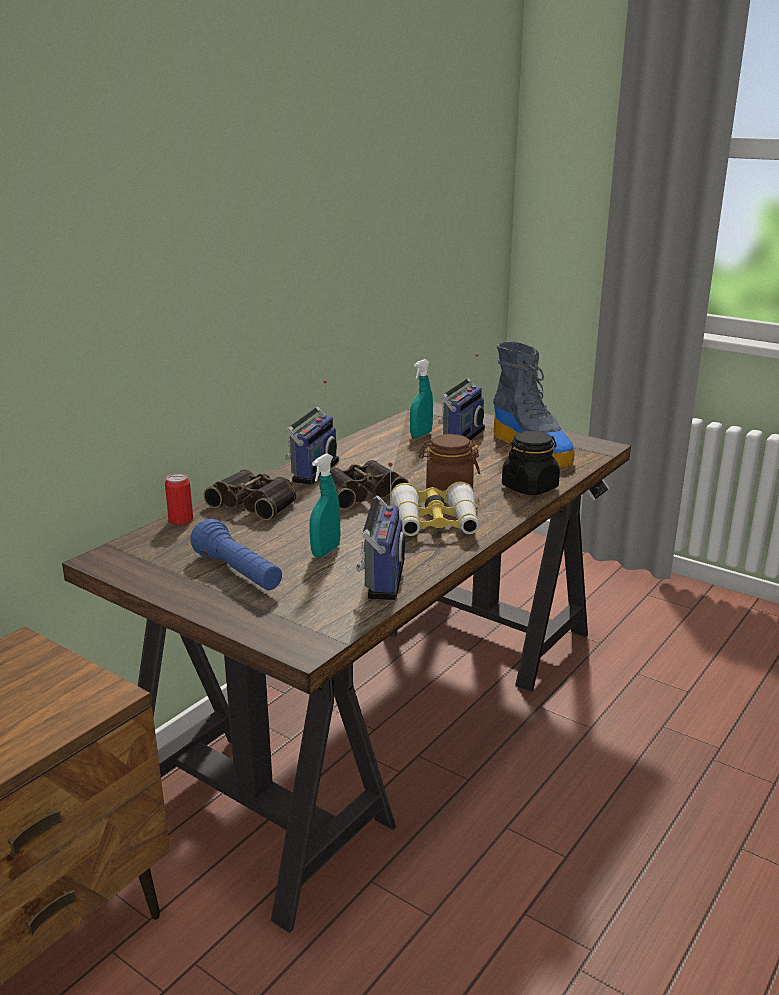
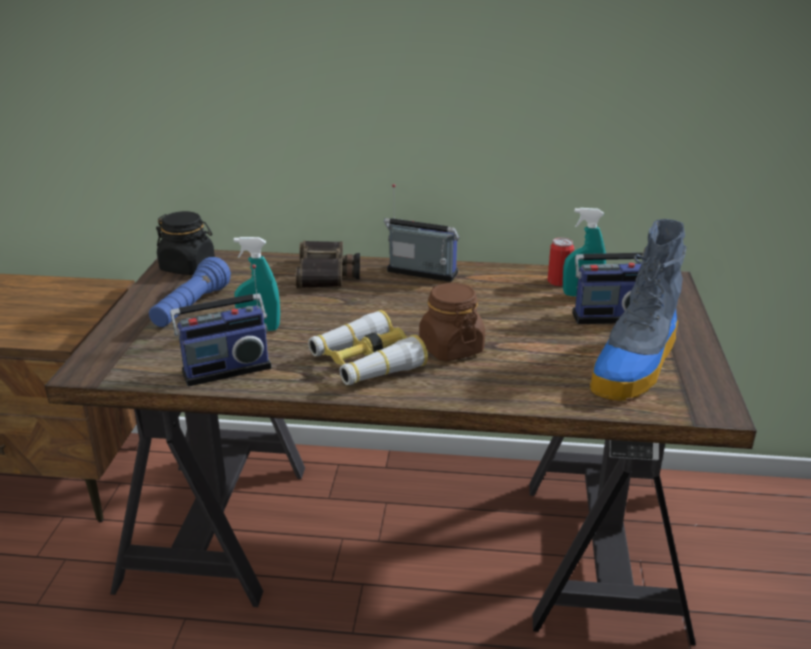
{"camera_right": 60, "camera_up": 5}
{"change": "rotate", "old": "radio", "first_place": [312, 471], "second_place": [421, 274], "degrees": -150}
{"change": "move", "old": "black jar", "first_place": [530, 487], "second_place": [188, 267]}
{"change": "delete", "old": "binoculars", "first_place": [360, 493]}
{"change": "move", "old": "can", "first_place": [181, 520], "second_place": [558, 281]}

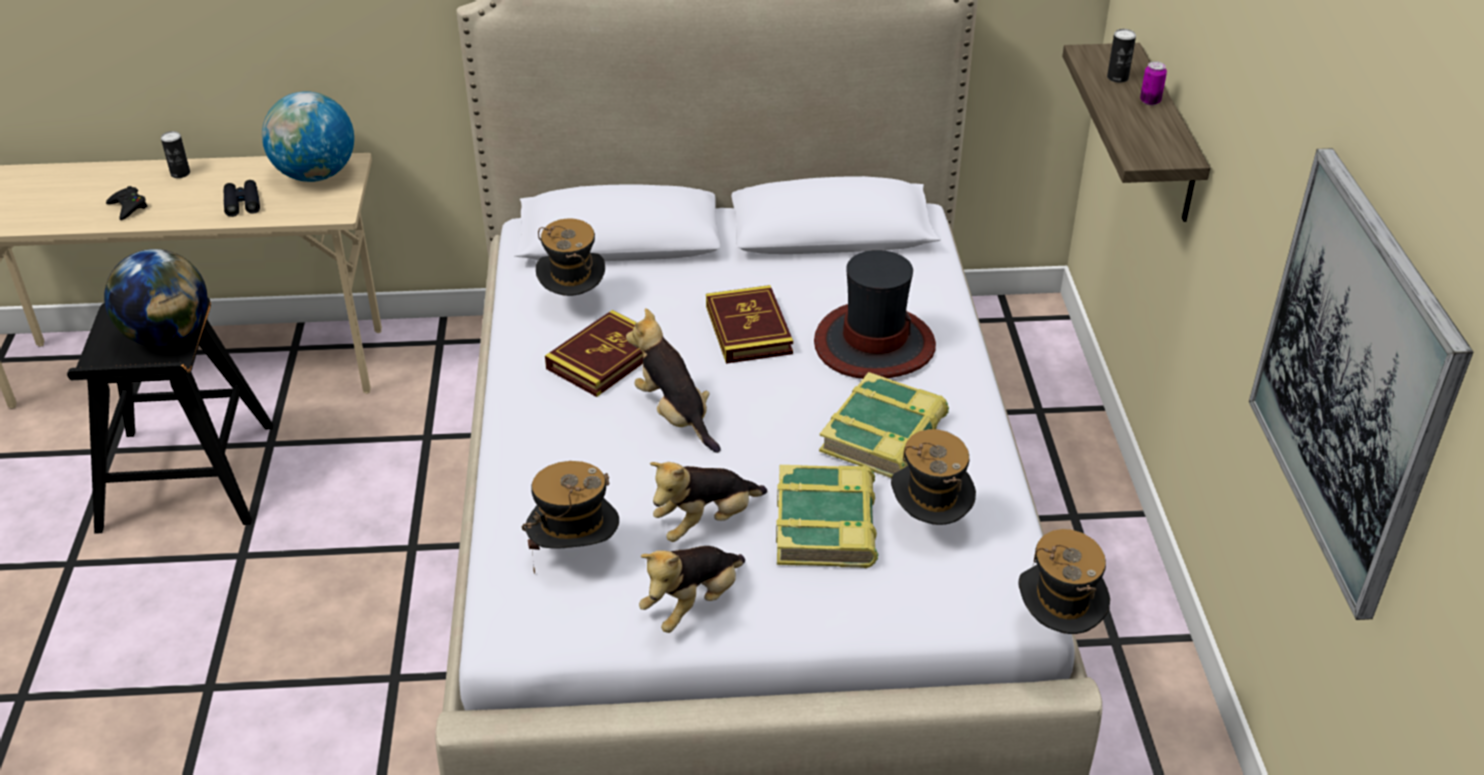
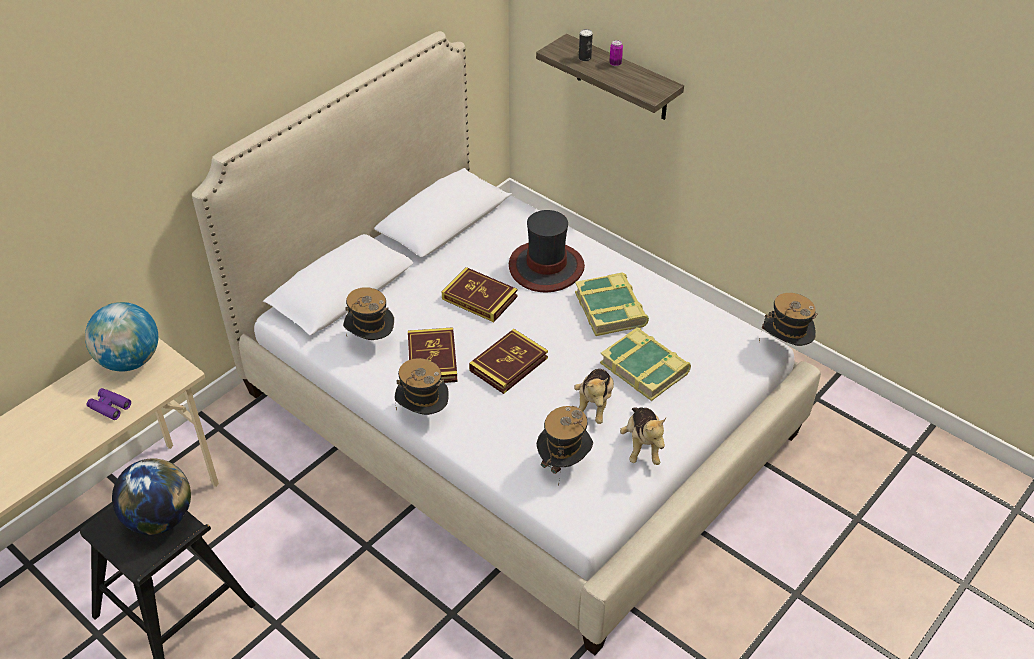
{"camera_right": -45, "camera_up": 5}
{"change": "delete", "old": "can", "first_place": [180, 173]}
{"change": "delete", "old": "picture", "first_place": [1352, 380]}
{"change": "recolor", "old": "black binoculars", "new": "purple binoculars", "first_place": [242, 203], "second_place": [109, 407]}
{"change": "delete", "old": "black game controller", "first_place": [128, 207]}
{"change": "replace", "old": "plush toy", "new": "book", "first_place": [675, 415], "second_place": [508, 364]}
{"change": "move", "old": "hat", "first_place": [929, 524], "second_place": [423, 414]}

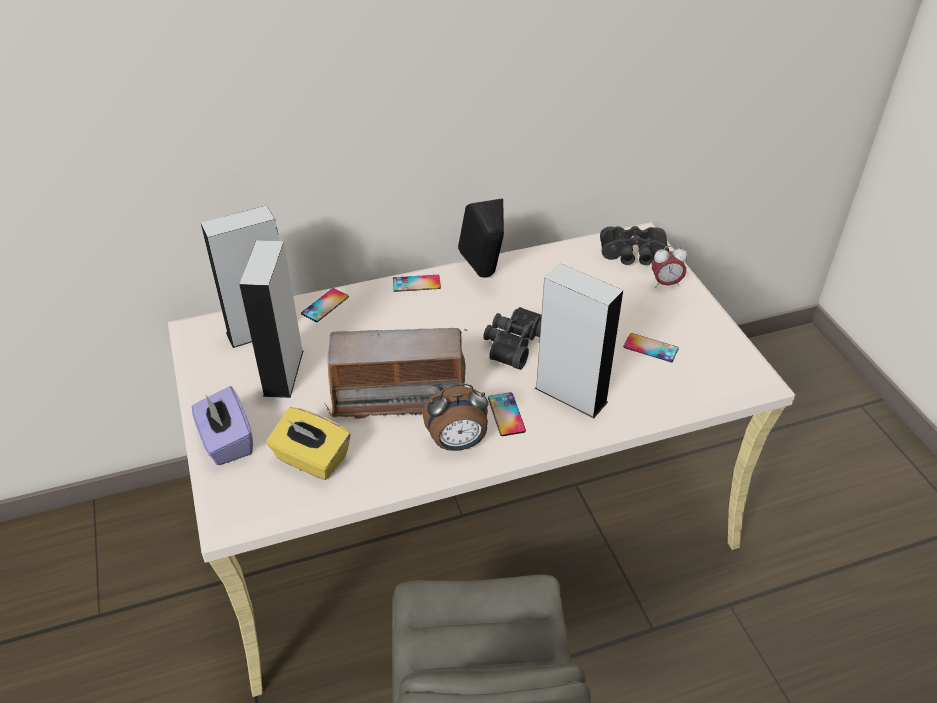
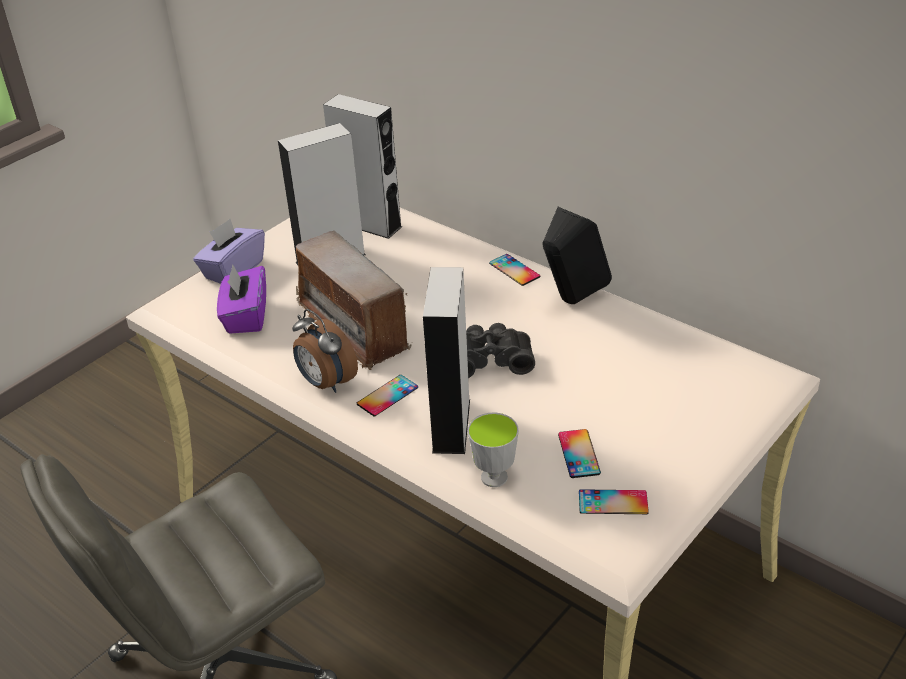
{"camera_right": 60, "camera_up": -5}
{"change": "delete", "old": "black binoculars", "first_place": [633, 256]}
{"change": "delete", "old": "alarm clock", "first_place": [665, 284]}
{"change": "move", "old": "phone", "first_place": [325, 305], "second_place": [613, 502]}
{"change": "recolor", "old": "yellow tissue box", "new": "purple tissue box", "first_place": [311, 459], "second_place": [246, 316]}
{"change": "insert", "new": "cup", "second_place": [494, 477]}

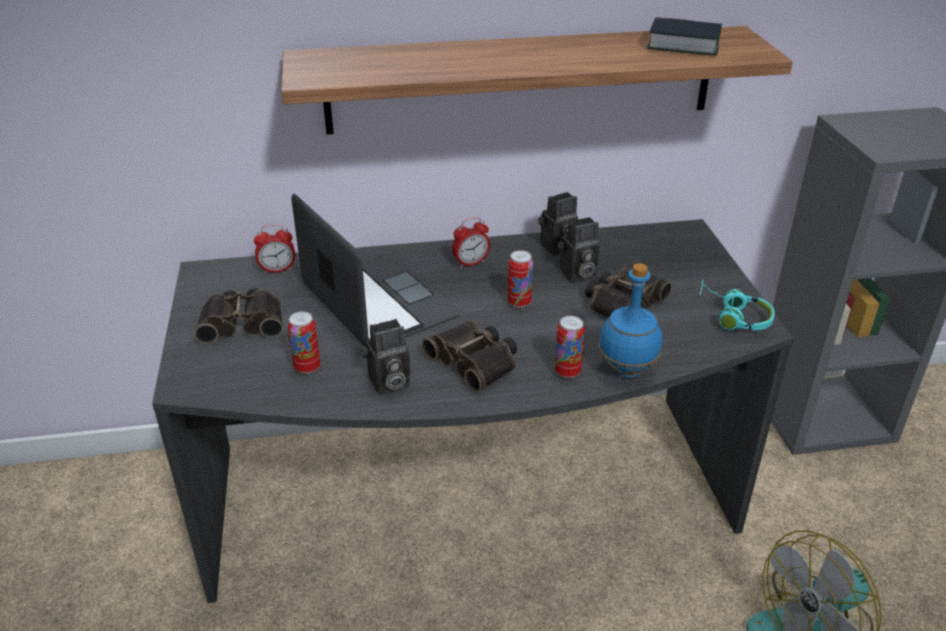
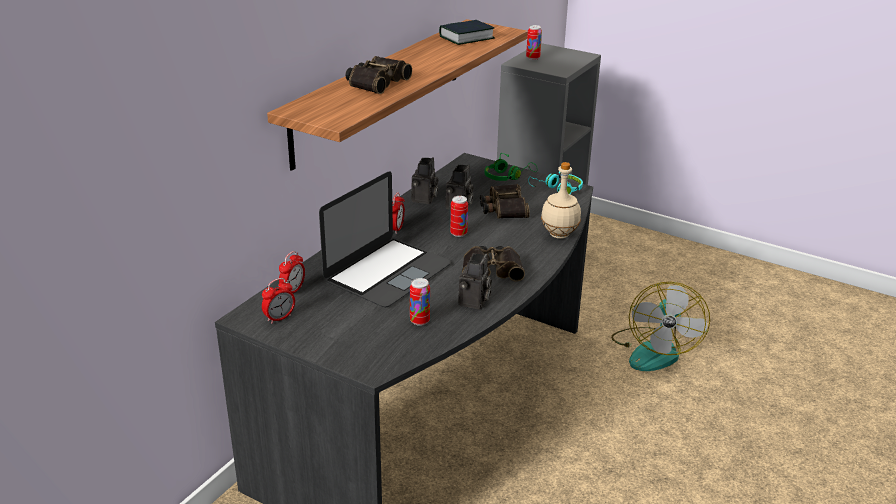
{"camera_right": -50, "camera_up": -5}
{"change": "rotate", "old": "laptop", "first_place": [378, 301], "second_place": [387, 272], "degrees": 120}
{"change": "recolor", "old": "blue bottle", "new": "beige bottle", "first_place": [626, 369], "second_place": [558, 235]}
{"change": "move", "old": "binoculars", "first_place": [242, 322], "second_place": [376, 82]}
{"change": "move", "old": "can", "first_place": [567, 372], "second_place": [533, 58]}
{"change": "insert", "new": "green headphones", "second_place": [507, 176]}
{"change": "insert", "new": "alarm clock", "second_place": [279, 318]}

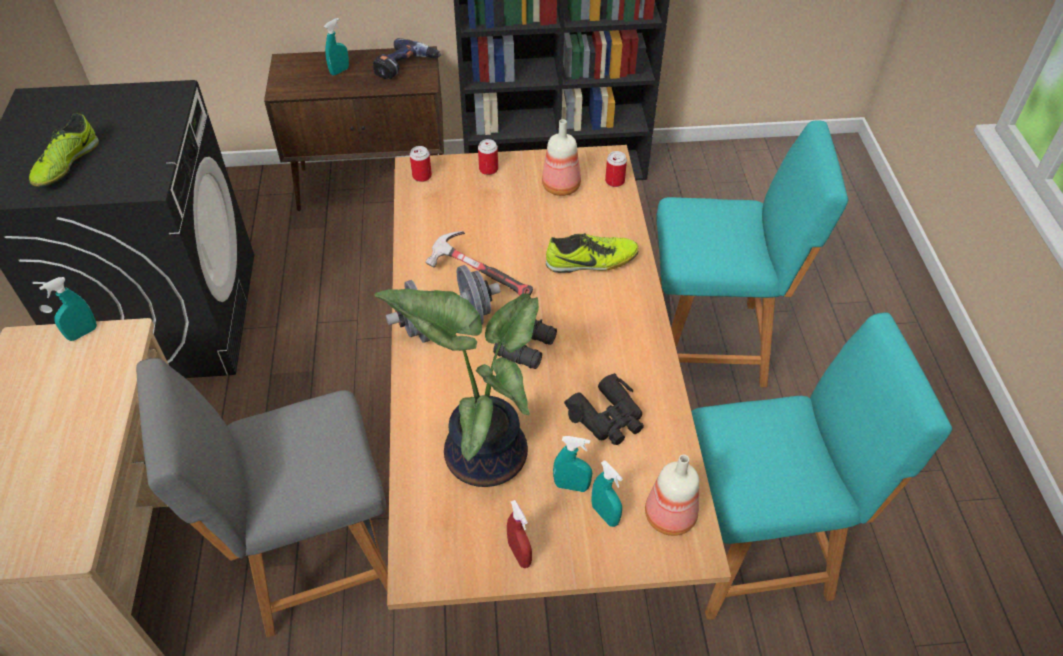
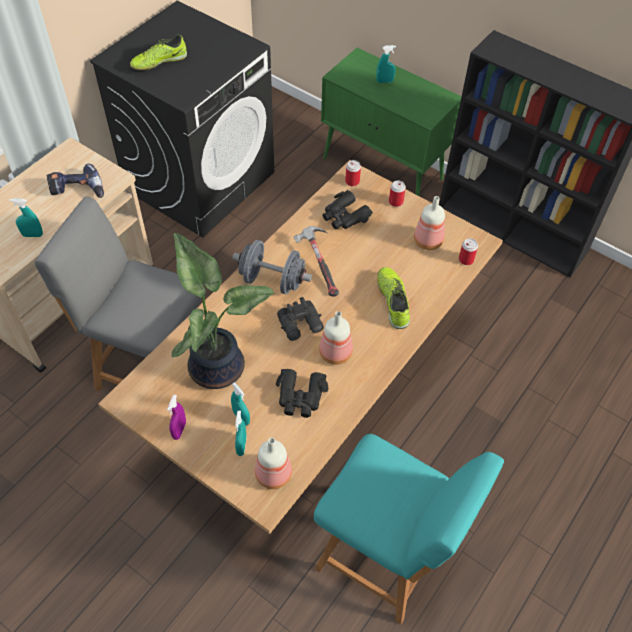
{"camera_right": 40, "camera_up": 5}
{"change": "move", "old": "power drill", "first_place": [406, 68], "second_place": [77, 191]}
{"change": "recolor", "old": "brown cabinet", "new": "green cabinet", "first_place": [374, 185], "second_place": [383, 169]}
{"change": "delete", "old": "turquoise chair", "first_place": [712, 343]}
{"change": "rotate", "old": "shoe", "first_place": [591, 262], "second_place": [393, 301], "degrees": -135}
{"change": "move", "old": "turquoise spray bottle", "first_place": [83, 333], "second_place": [32, 235]}
{"change": "recolor", "old": "red spray bottle", "new": "purple spray bottle", "first_place": [519, 554], "second_place": [179, 430]}
{"change": "insert", "new": "black binoculars", "second_place": [344, 216]}
{"change": "insert", "new": "bottle", "second_place": [335, 352]}

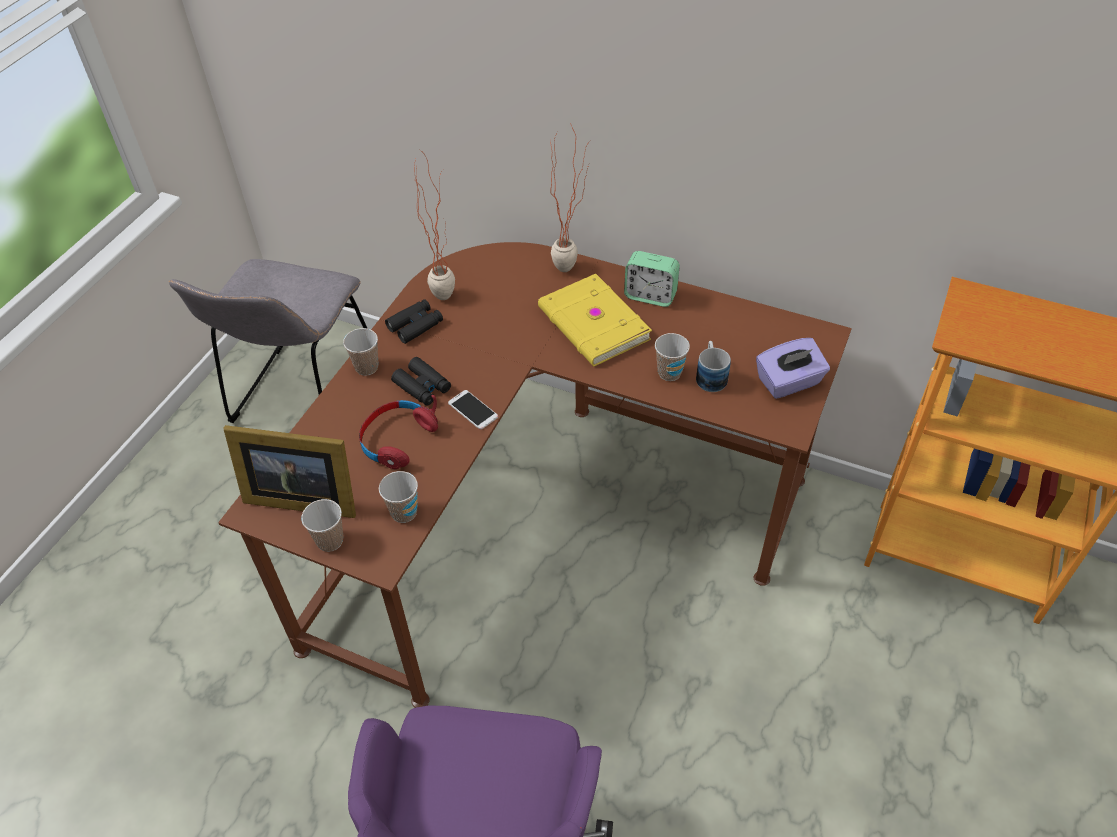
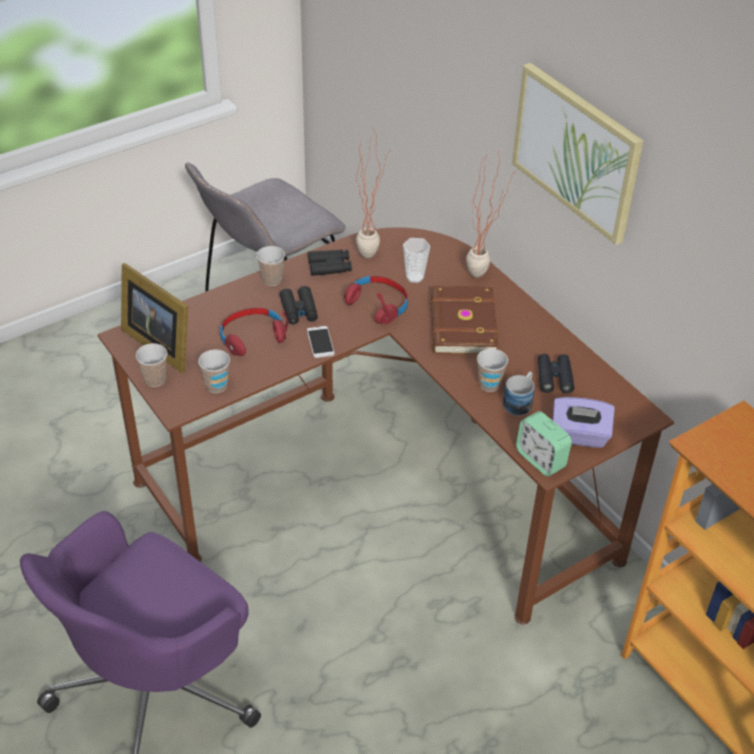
{"camera_right": 30, "camera_up": -5}
{"change": "move", "old": "alarm clock", "first_place": [650, 296], "second_place": [540, 459]}
{"change": "recolor", "old": "yellow book", "new": "brown book", "first_place": [592, 325], "second_place": [461, 324]}
{"change": "insert", "new": "picture", "second_place": [576, 151]}
{"change": "insert", "new": "cup", "second_place": [414, 277]}
{"change": "insert", "new": "red headphones", "second_place": [378, 305]}
{"change": "insert", "new": "black binoculars", "second_place": [554, 377]}

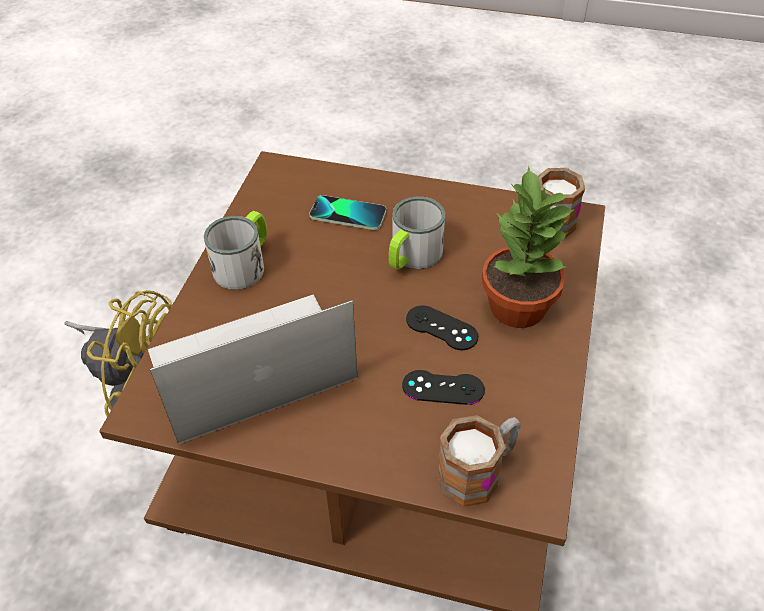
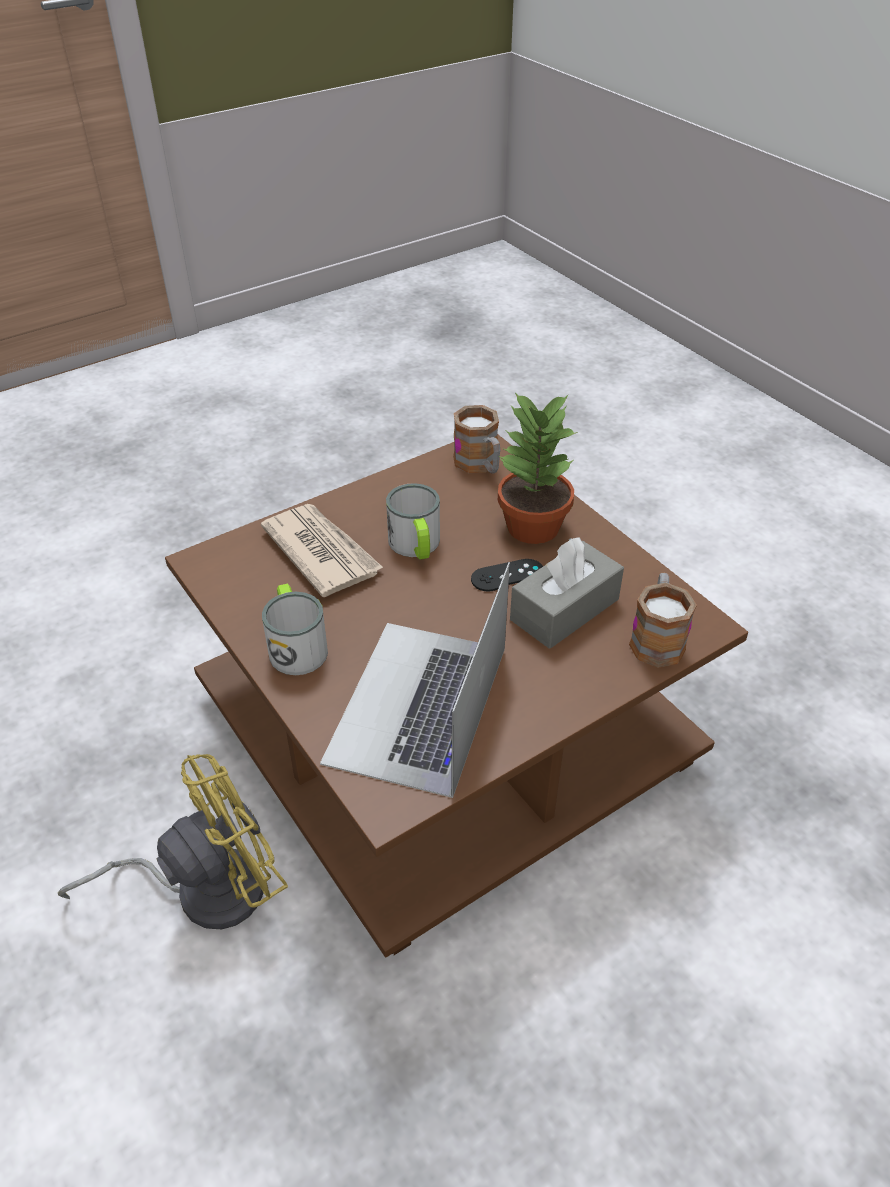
{"camera_right": -50, "camera_up": -5}
{"change": "replace", "old": "phone", "new": "newspaper", "first_place": [348, 214], "second_place": [321, 552]}
{"change": "replace", "old": "black game controller", "new": "grey tissue box", "first_place": [443, 388], "second_place": [564, 609]}

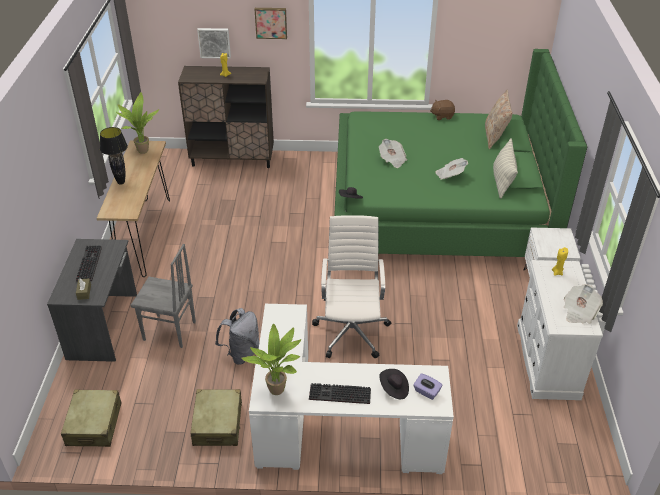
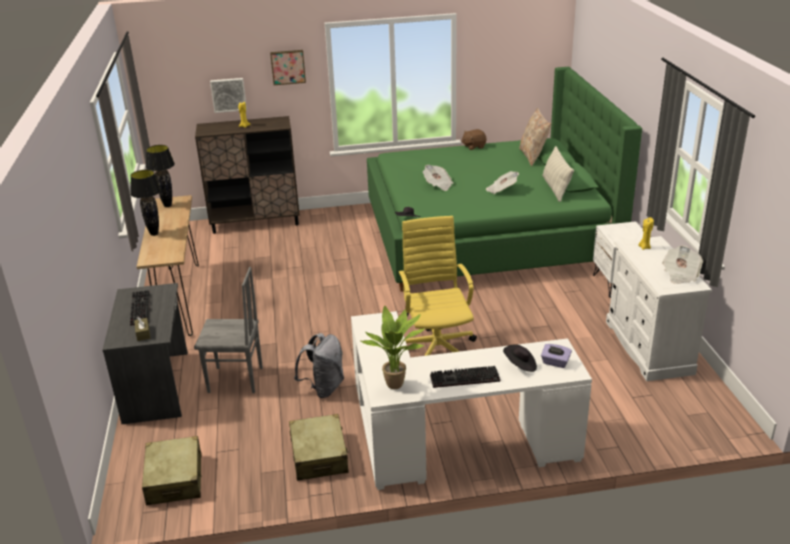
{"camera_right": -10, "camera_up": -10}
{"change": "replace", "old": "potted plant", "new": "black table lamp", "first_place": [141, 151], "second_place": [167, 206]}
{"change": "recolor", "old": "white office chair", "new": "yellow office chair", "first_place": [352, 330], "second_place": [437, 351]}

